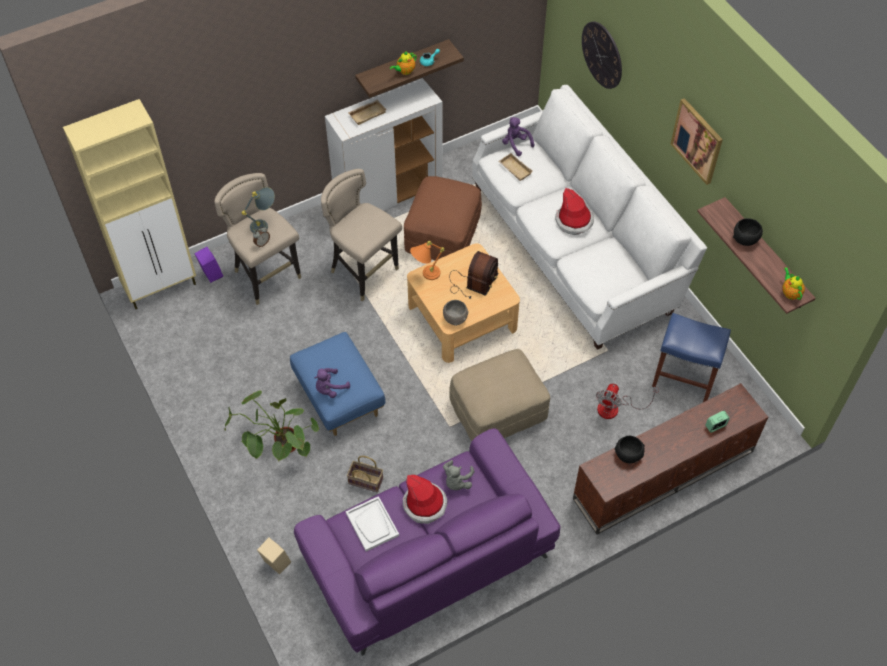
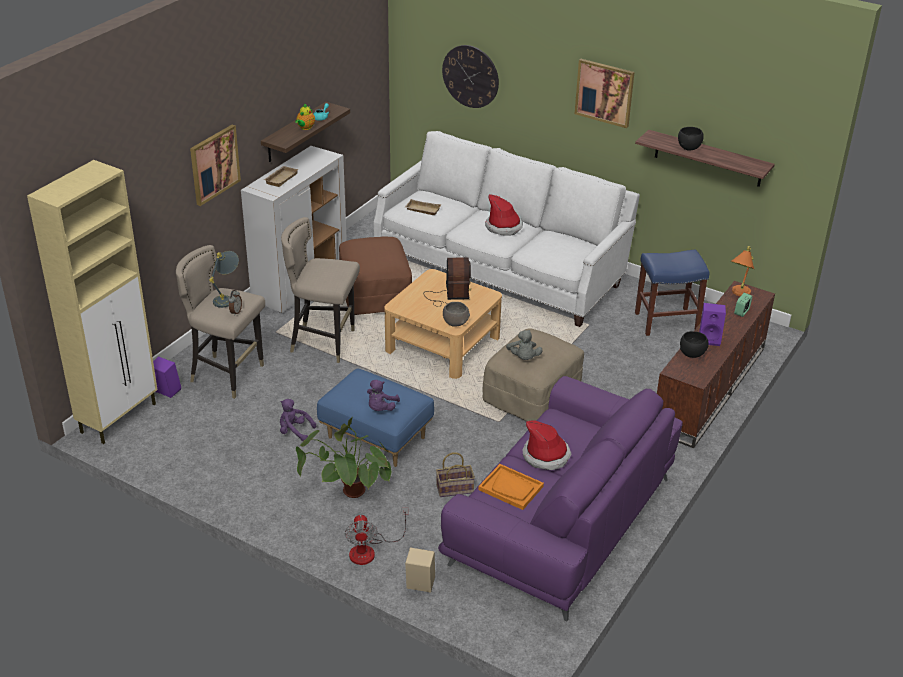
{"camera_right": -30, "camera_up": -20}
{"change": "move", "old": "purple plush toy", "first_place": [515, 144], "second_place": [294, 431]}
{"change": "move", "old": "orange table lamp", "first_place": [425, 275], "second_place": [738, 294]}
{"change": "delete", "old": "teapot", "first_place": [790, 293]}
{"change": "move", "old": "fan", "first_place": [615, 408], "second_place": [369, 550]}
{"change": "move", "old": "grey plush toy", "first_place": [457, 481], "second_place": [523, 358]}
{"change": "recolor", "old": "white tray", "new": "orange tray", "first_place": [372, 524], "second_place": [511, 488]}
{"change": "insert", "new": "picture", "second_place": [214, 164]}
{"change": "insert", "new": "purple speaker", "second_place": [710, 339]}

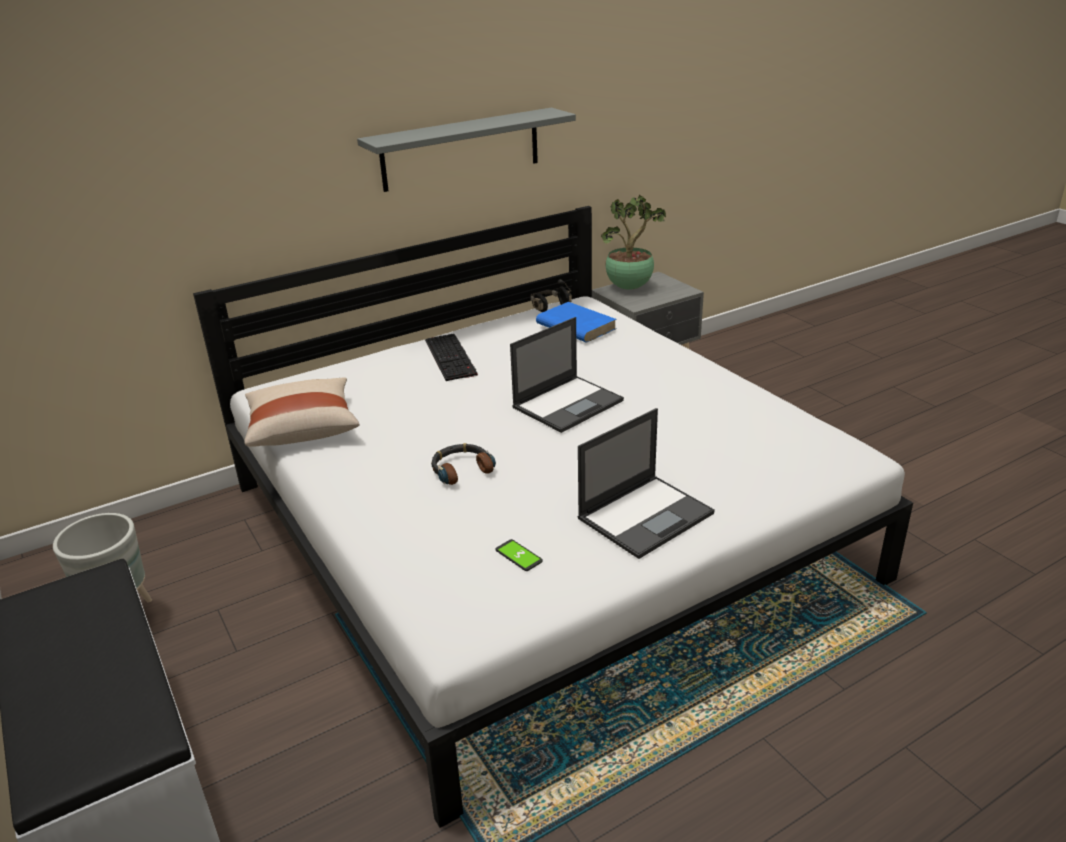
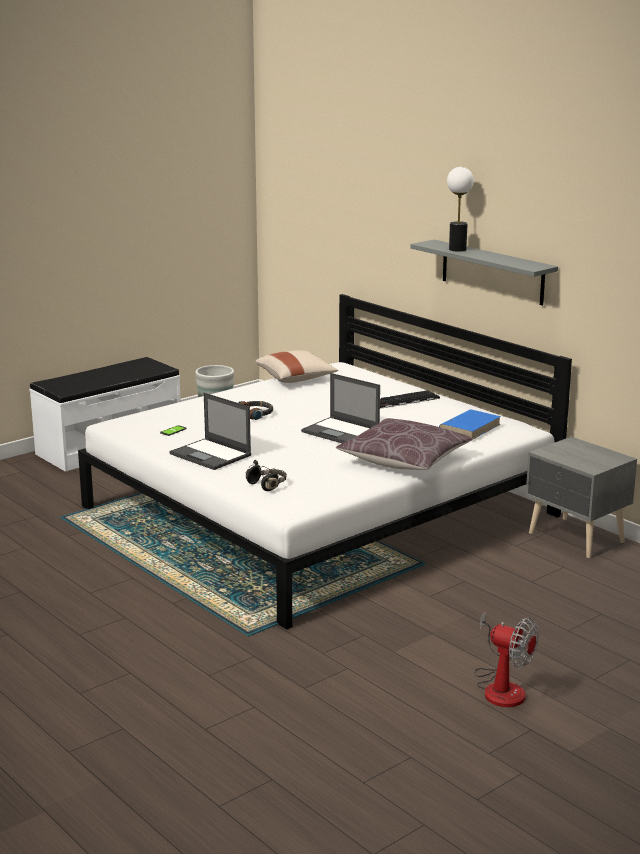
{"camera_right": 80, "camera_up": -10}
{"change": "delete", "old": "potted plant", "first_place": [630, 287]}
{"change": "move", "old": "black headphones", "first_place": [548, 306], "second_place": [267, 485]}
{"change": "insert", "new": "table lamp", "second_place": [457, 249]}
{"change": "insert", "new": "brown pillow", "second_place": [404, 460]}
{"change": "insert", "new": "fan", "second_place": [501, 687]}

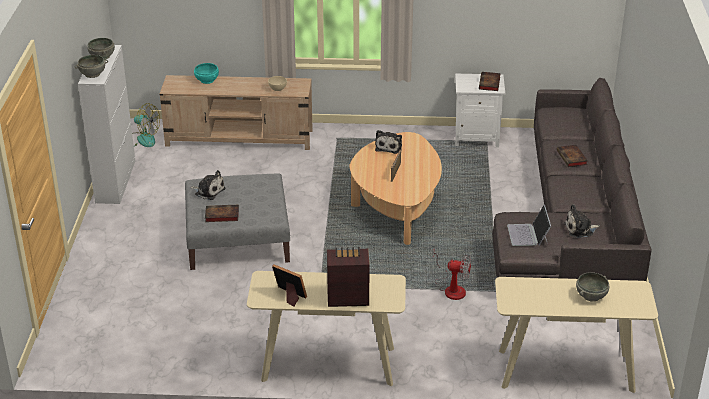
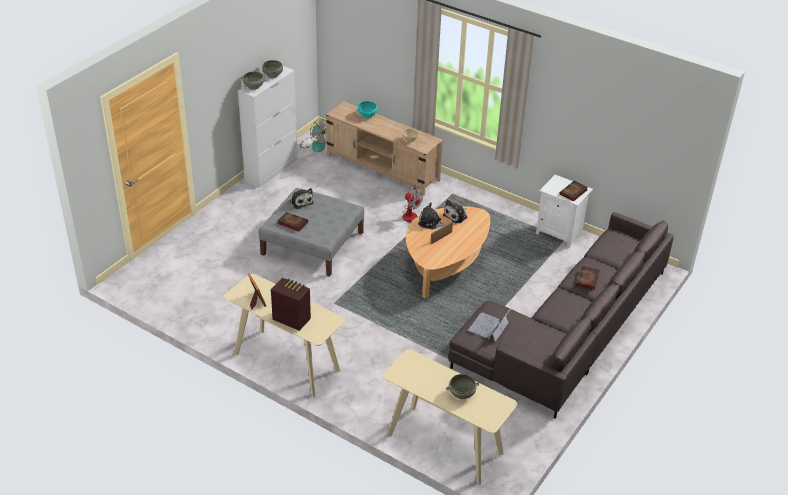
{"camera_right": 30, "camera_up": 5}
{"change": "move", "old": "plush toy", "first_place": [580, 229], "second_place": [431, 223]}
{"change": "move", "old": "fan", "first_place": [451, 288], "second_place": [411, 214]}

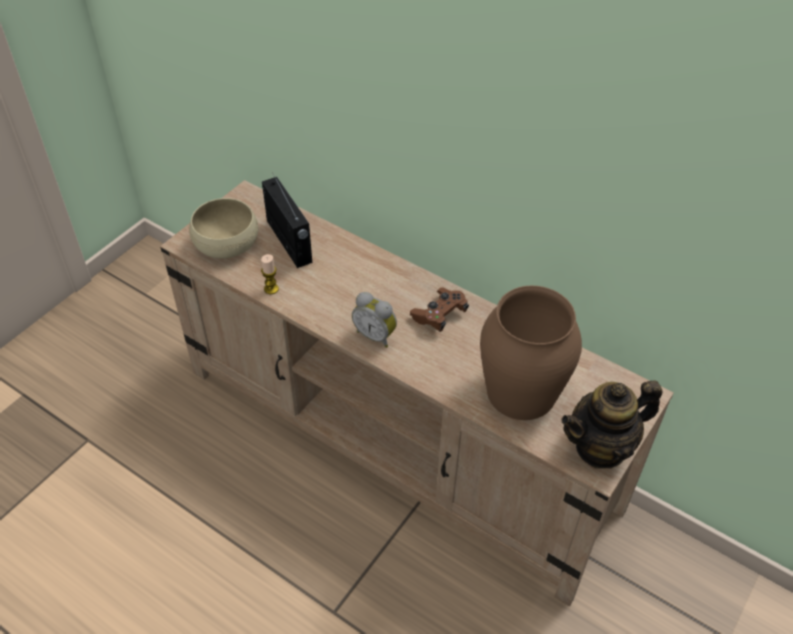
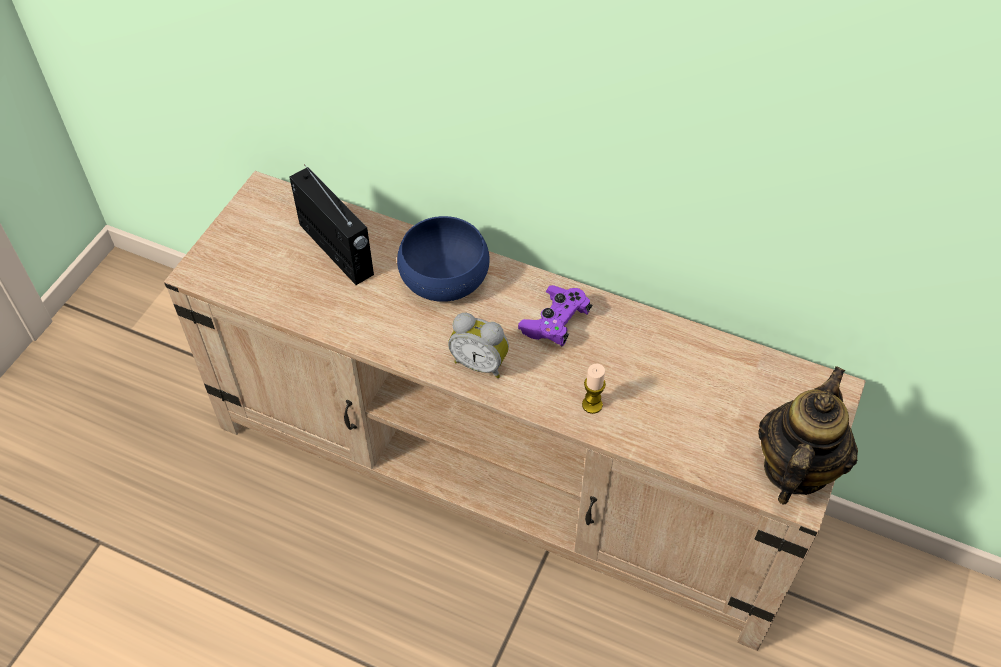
{"camera_right": -10, "camera_up": 5}
{"change": "delete", "old": "beige bowl", "first_place": [226, 243]}
{"change": "move", "old": "candle", "first_place": [271, 289], "second_place": [592, 405]}
{"change": "delete", "old": "brown vase", "first_place": [520, 392]}
{"change": "recolor", "old": "brown game controller", "new": "purple game controller", "first_place": [439, 315], "second_place": [555, 323]}
{"change": "rotate", "old": "teapot", "first_place": [601, 447], "second_place": [795, 468], "degrees": 150}
{"change": "insert", "new": "blue bowl", "second_place": [444, 277]}

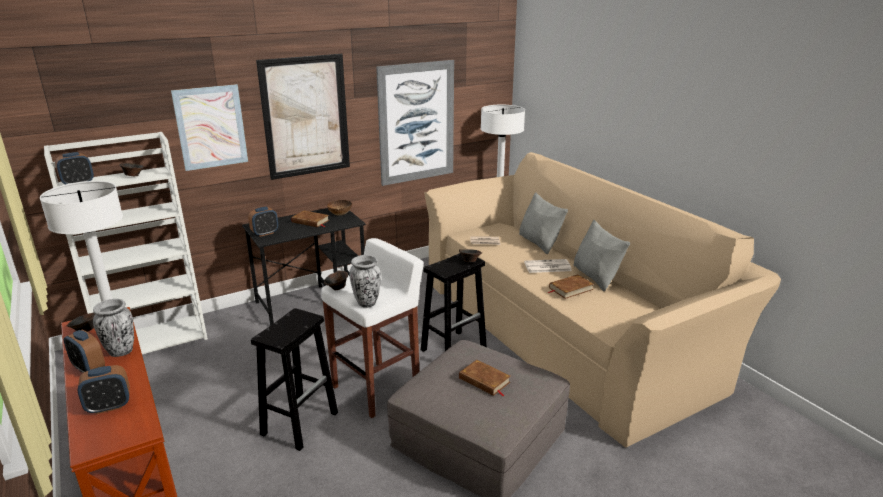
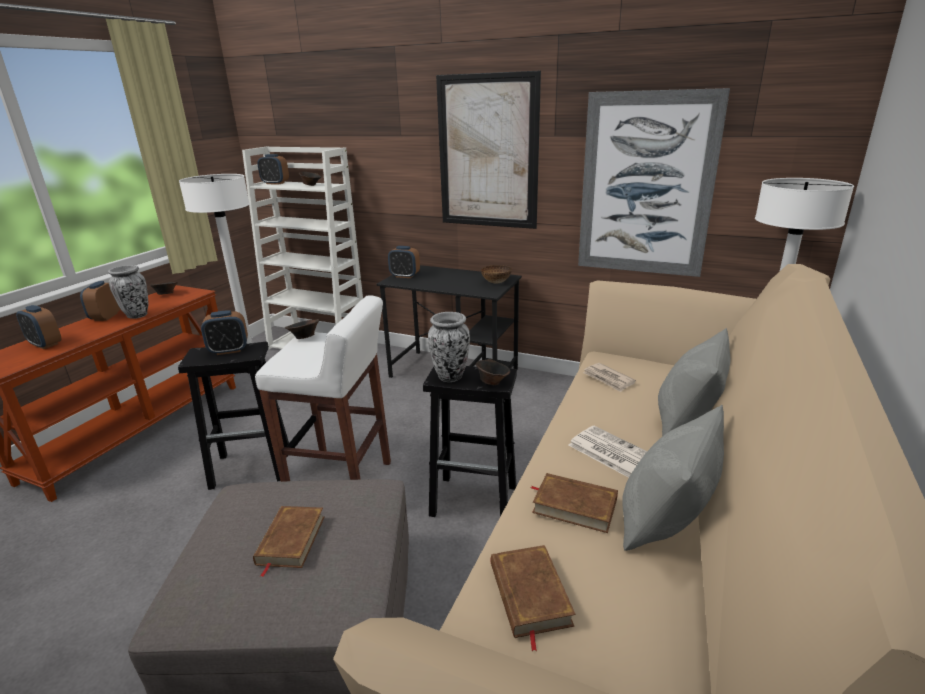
{"camera_right": 55, "camera_up": 0}
{"change": "delete", "old": "picture", "first_place": [211, 127]}
{"change": "move", "old": "brown book", "first_place": [310, 221], "second_place": [529, 595]}
{"change": "move", "old": "vase", "first_place": [367, 303], "second_place": [451, 376]}
{"change": "insert", "new": "alarm clock", "second_place": [229, 350]}

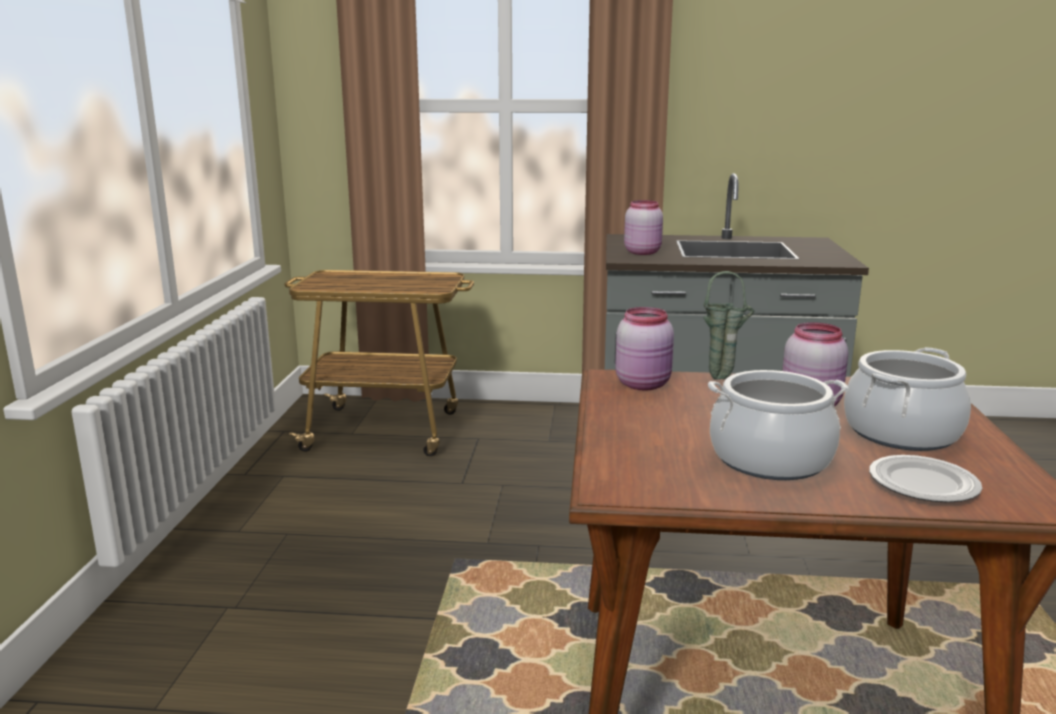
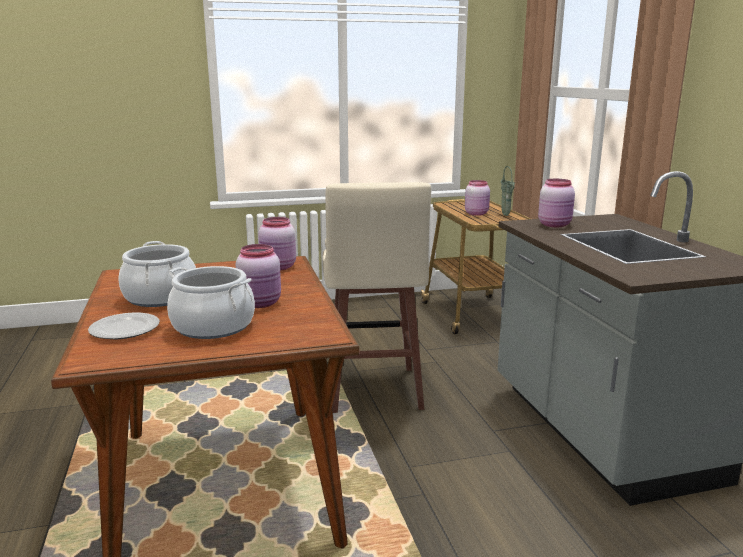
{"camera_right": 70, "camera_up": 0}
{"change": "move", "old": "green vase", "first_place": [723, 379], "second_place": [506, 216]}
{"change": "insert", "new": "pink jar", "second_place": [477, 213]}
{"change": "insert", "new": "beige stool", "second_place": [373, 391]}

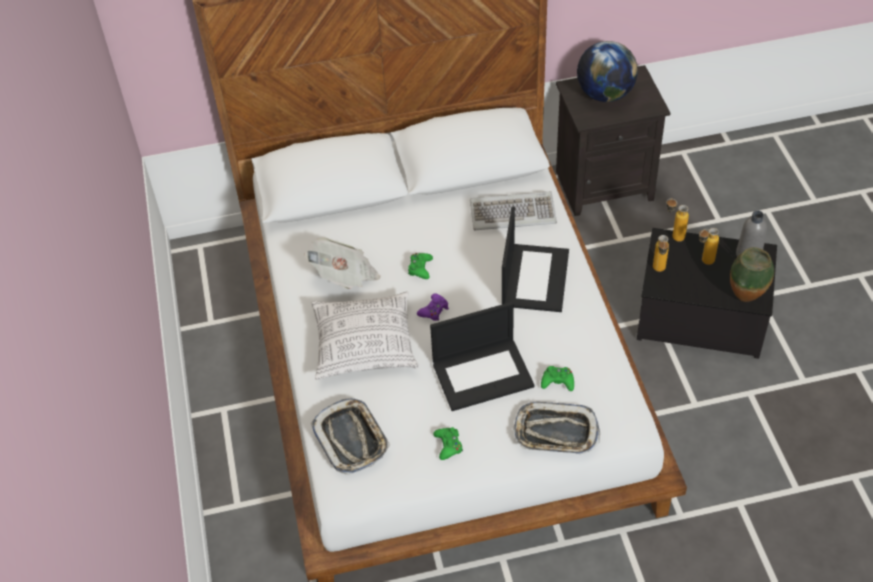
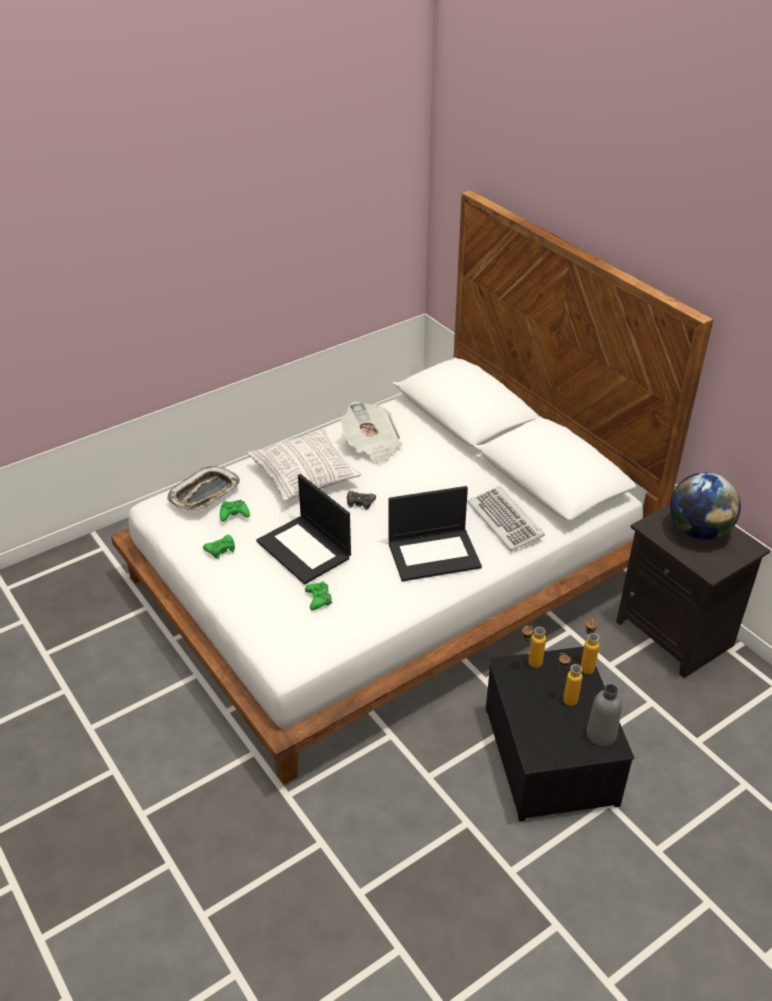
{"camera_right": 65, "camera_up": -10}
{"change": "delete", "old": "vase", "first_place": [746, 299]}
{"change": "move", "old": "green game controller", "first_place": [420, 268], "second_place": [234, 514]}
{"change": "recolor", "old": "purple game controller", "new": "black game controller", "first_place": [434, 310], "second_place": [360, 503]}
{"change": "delete", "old": "tray", "first_place": [555, 432]}

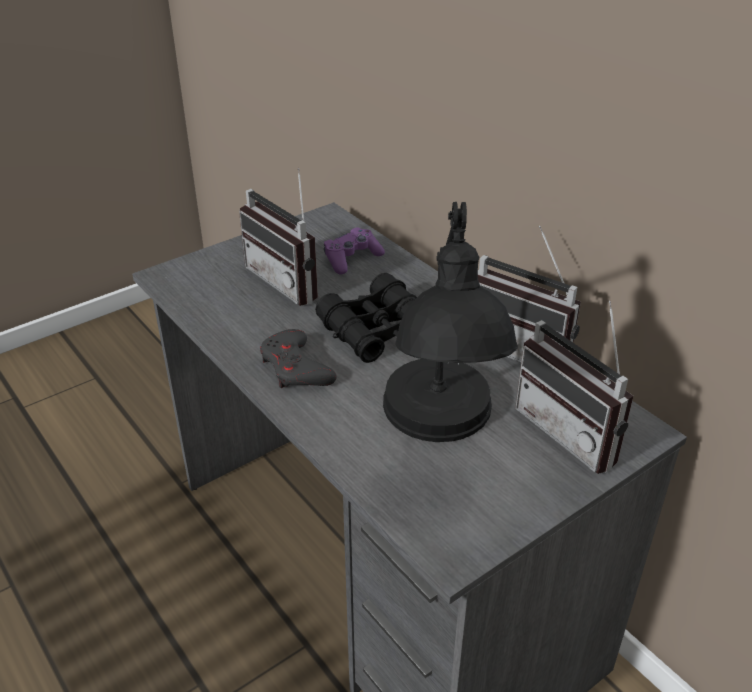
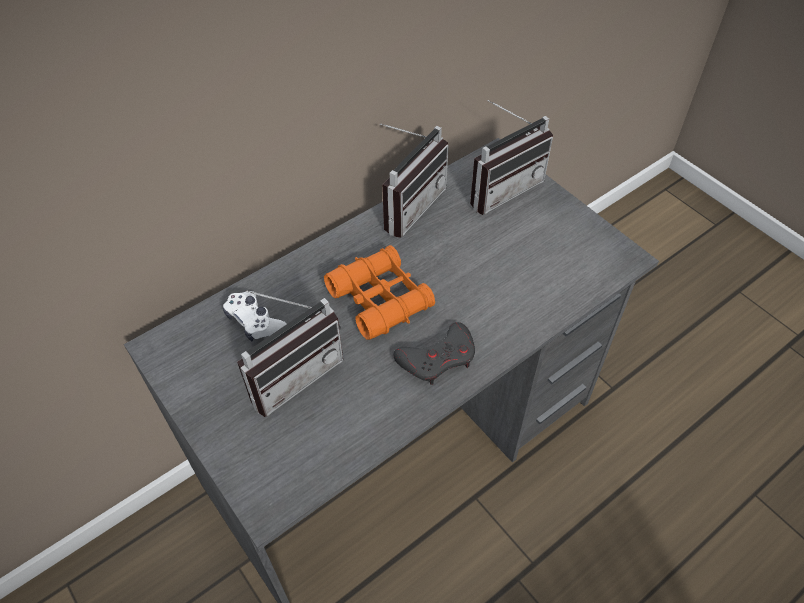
{"camera_right": -90, "camera_up": 15}
{"change": "delete", "old": "black table lamp", "first_place": [440, 440]}
{"change": "recolor", "old": "purple game controller", "new": "white game controller", "first_place": [352, 259], "second_place": [255, 322]}
{"change": "recolor", "old": "black binoculars", "new": "orange binoculars", "first_place": [377, 329], "second_place": [380, 299]}

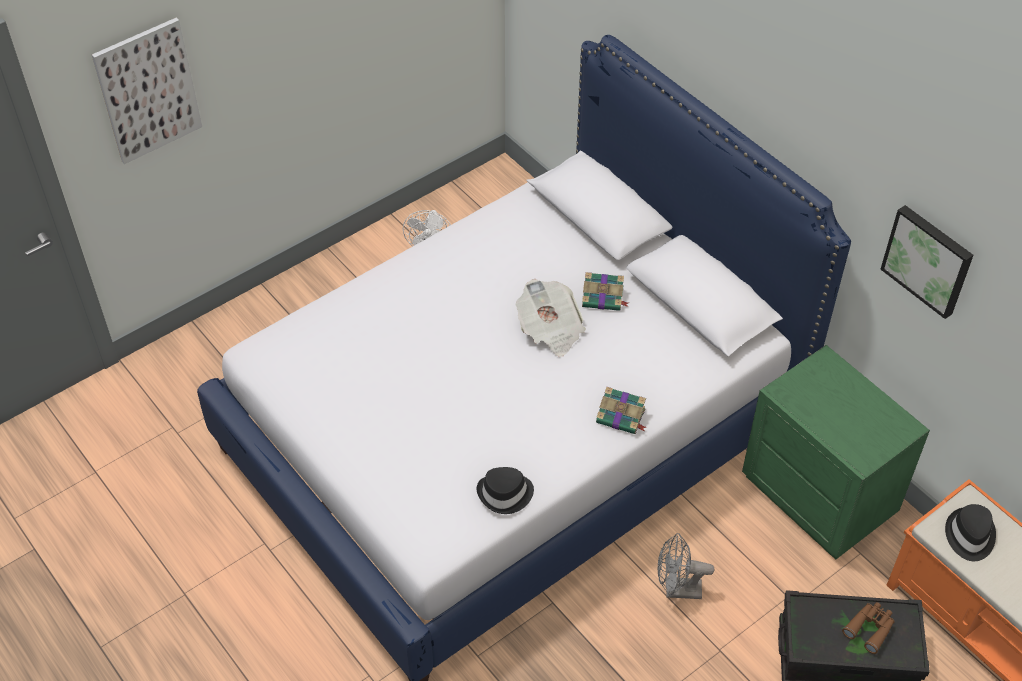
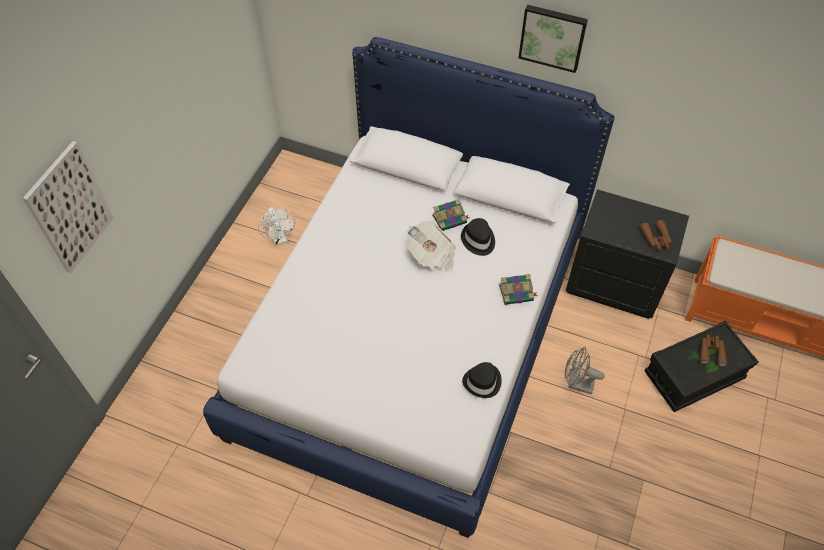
{"camera_right": -30, "camera_up": 5}
{"change": "move", "old": "picture", "first_place": [928, 259], "second_place": [552, 37]}
{"change": "recolor", "old": "green nightstand", "new": "black nightstand", "first_place": [820, 495], "second_place": [614, 283]}
{"change": "move", "old": "black hat", "first_place": [969, 536], "second_place": [478, 240]}
{"change": "rotate", "old": "grey fan", "first_place": [677, 590], "second_place": [576, 384], "degrees": 45}
{"change": "insert", "new": "brown binoculars", "second_place": [656, 239]}

